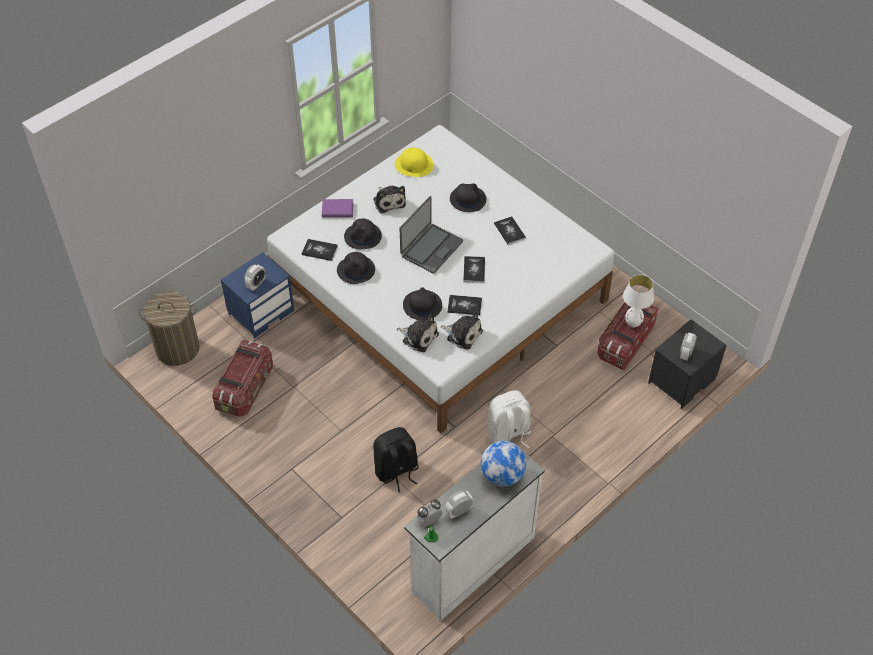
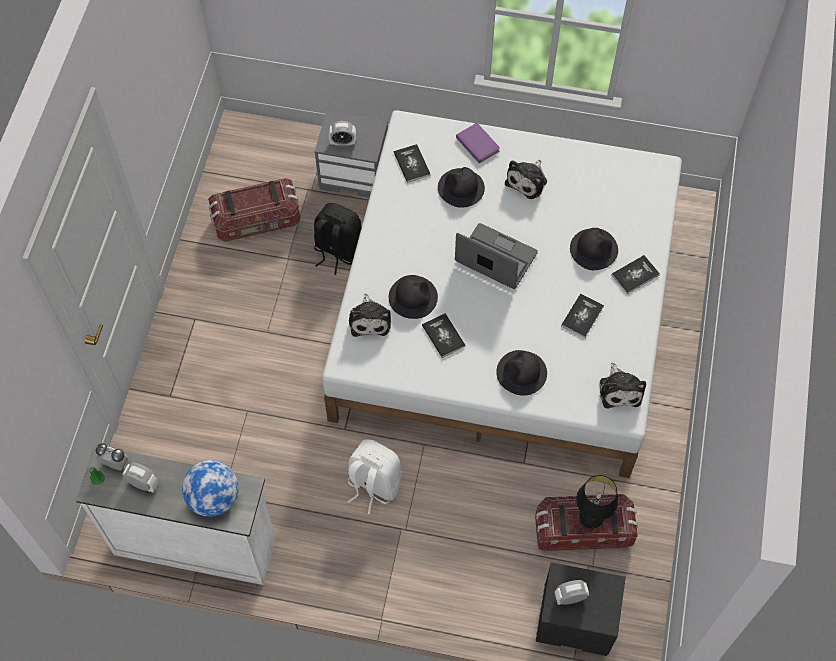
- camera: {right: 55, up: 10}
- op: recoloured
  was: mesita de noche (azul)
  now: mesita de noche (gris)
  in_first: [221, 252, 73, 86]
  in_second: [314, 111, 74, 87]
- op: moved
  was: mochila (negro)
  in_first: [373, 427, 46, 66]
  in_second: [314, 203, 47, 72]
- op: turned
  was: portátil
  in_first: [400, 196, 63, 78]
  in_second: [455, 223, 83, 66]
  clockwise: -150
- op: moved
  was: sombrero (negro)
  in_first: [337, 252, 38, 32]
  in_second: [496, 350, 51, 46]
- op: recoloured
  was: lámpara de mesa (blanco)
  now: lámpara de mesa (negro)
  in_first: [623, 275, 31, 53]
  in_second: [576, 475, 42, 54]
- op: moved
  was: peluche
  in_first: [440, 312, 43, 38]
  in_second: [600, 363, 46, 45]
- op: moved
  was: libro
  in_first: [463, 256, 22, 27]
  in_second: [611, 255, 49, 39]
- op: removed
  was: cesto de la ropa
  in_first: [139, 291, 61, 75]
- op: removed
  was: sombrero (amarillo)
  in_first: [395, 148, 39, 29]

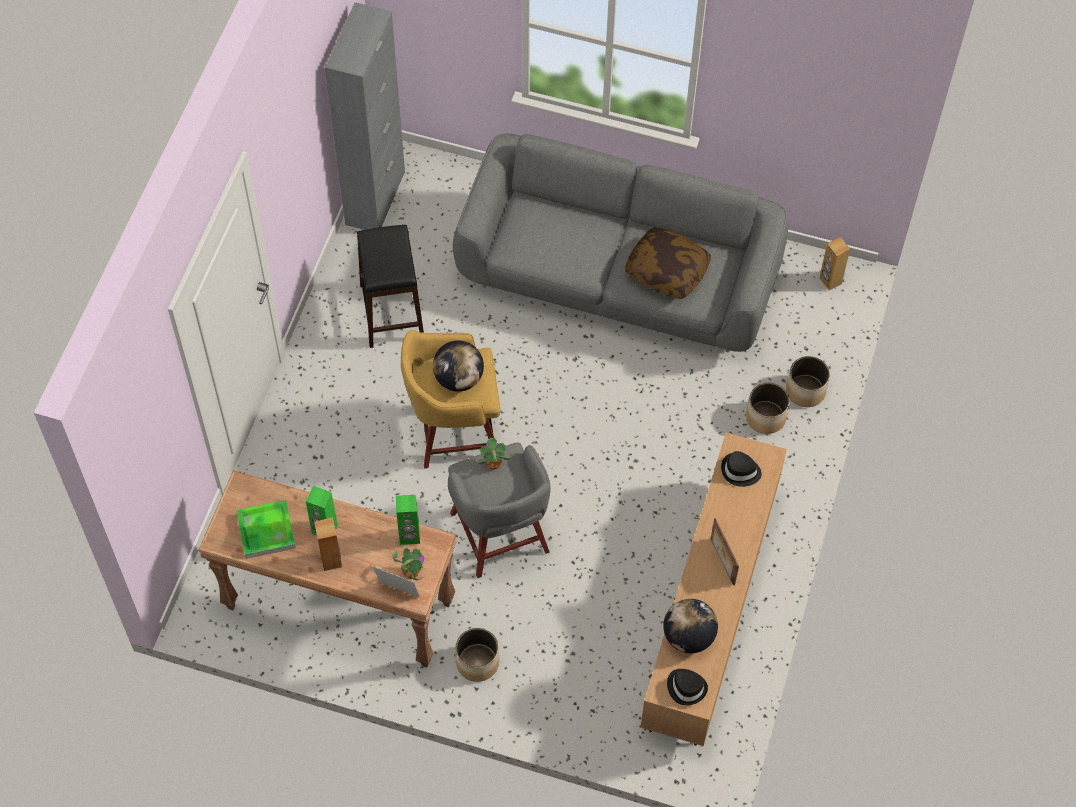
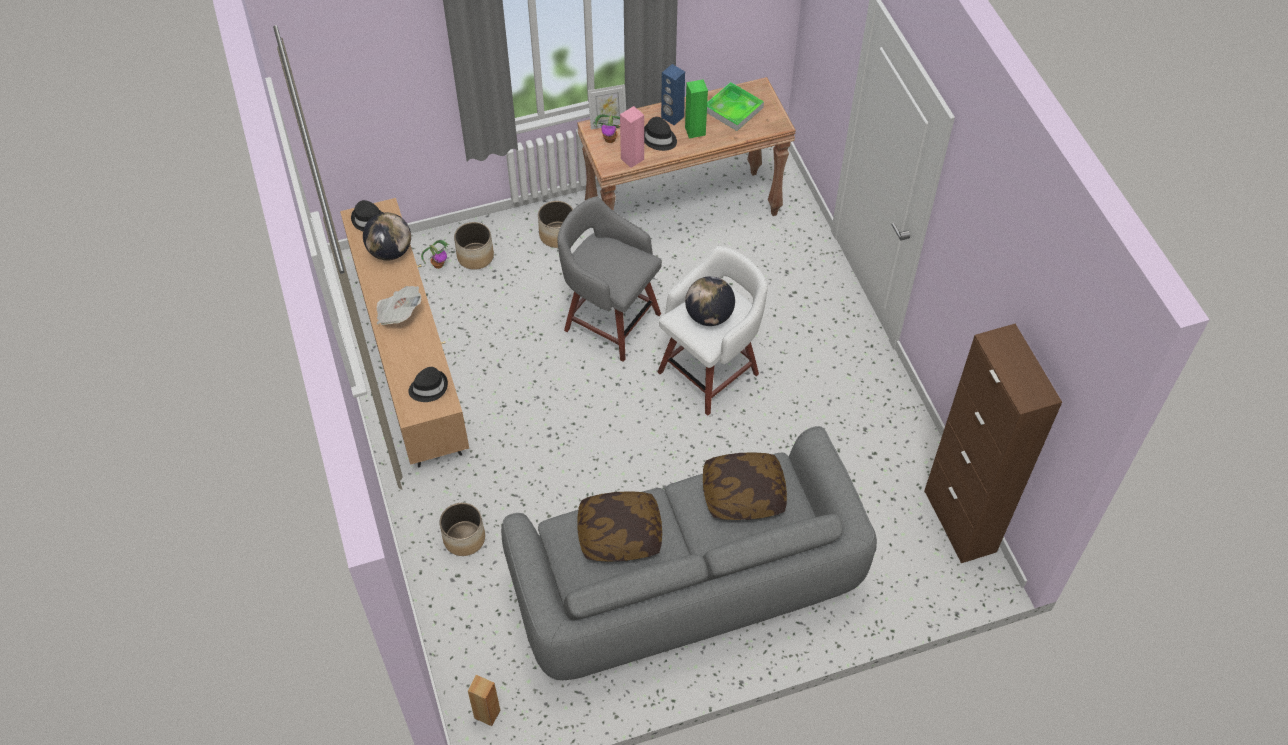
- camera: {right: 145, up: -5}
- op: replaced
  was: portarretratos
  now: periódico
  in_first: [711, 518, 28, 67]
  in_second: [377, 286, 45, 39]
- op: moved
  was: planta en maceta
  in_first: [473, 437, 40, 33]
  in_second: [421, 240, 29, 29]
- op: moved
  was: maceta
  in_first: [786, 356, 44, 51]
  in_second: [454, 222, 40, 48]
- op: recoloured
  was: altavoz (verde)
  now: altavoz (rosa)
  in_first: [396, 495, 24, 50]
  in_second: [620, 106, 24, 62]
- op: added
  now: sombrero (negro)
  in_second: [644, 117, 33, 34]
- op: recoloured
  was: taburete (amarillo)
  now: taburete (blanco)
  in_first: [401, 330, 99, 138]
  in_second: [658, 246, 110, 170]
- op: recoloured
  was: altavoz (marrón)
  now: altavoz (azul)
  in_first: [314, 517, 28, 54]
  in_second: [661, 64, 24, 61]
- op: added
  now: cojín
  in_second: [703, 452, 84, 68]
- op: recoloured
  was: armario (gris)
  now: armario (marrón)
  in_first: [325, 2, 80, 228]
  in_second: [924, 324, 138, 239]
- op: removed
  was: taburete (negro)
  in_first: [357, 225, 67, 123]

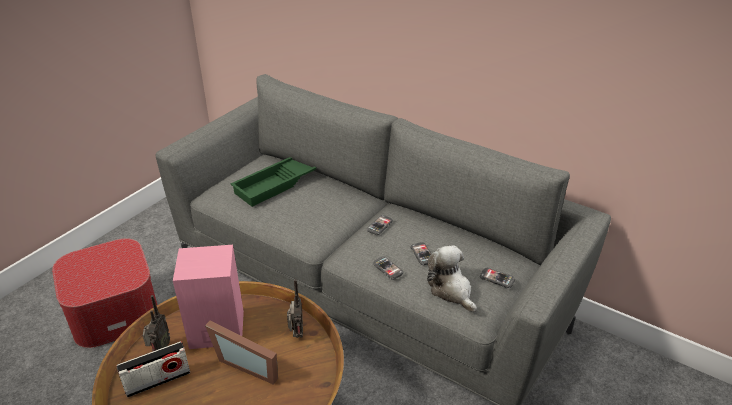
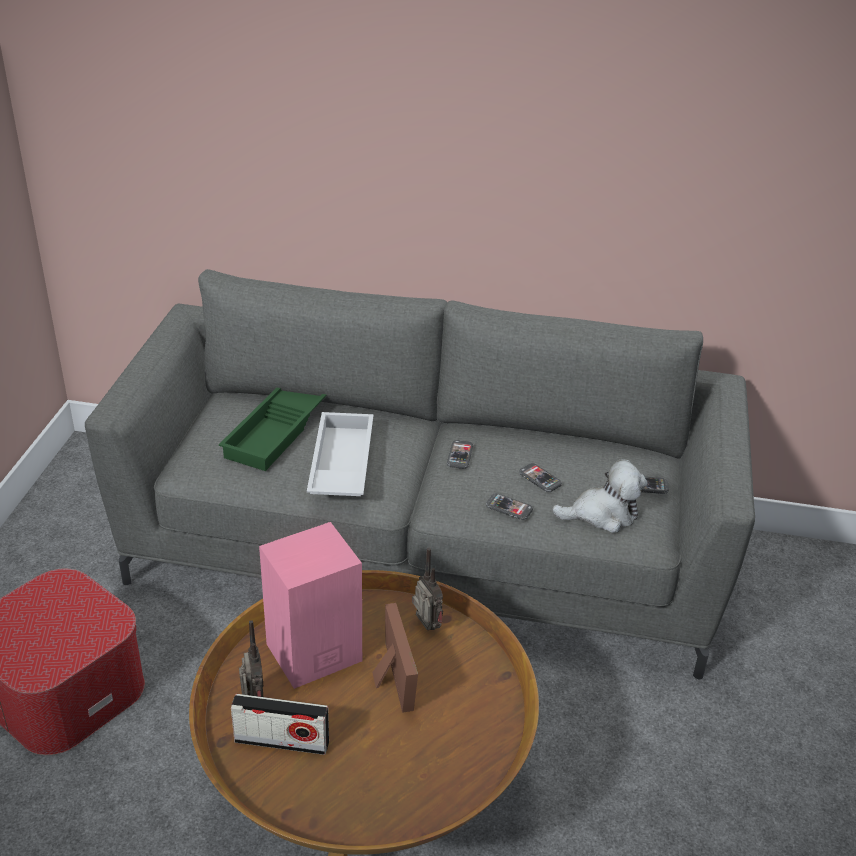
- camera: {right: -25, up: 0}
- op: turned
  was: radio
  in_first: [116, 341, 74, 57]
  in_second: [231, 694, 98, 61]
  clockwise: 60
- op: added
  now: bandeja (blanco)
  in_second: [307, 412, 67, 84]
- op: turned
  was: portarretratos
  in_first: [205, 320, 73, 65]
  in_second: [372, 603, 46, 110]
  clockwise: -105
- op: turned
  was: peluche
  in_first: [427, 245, 50, 67]
  in_second: [552, 459, 95, 74]
  clockwise: 135

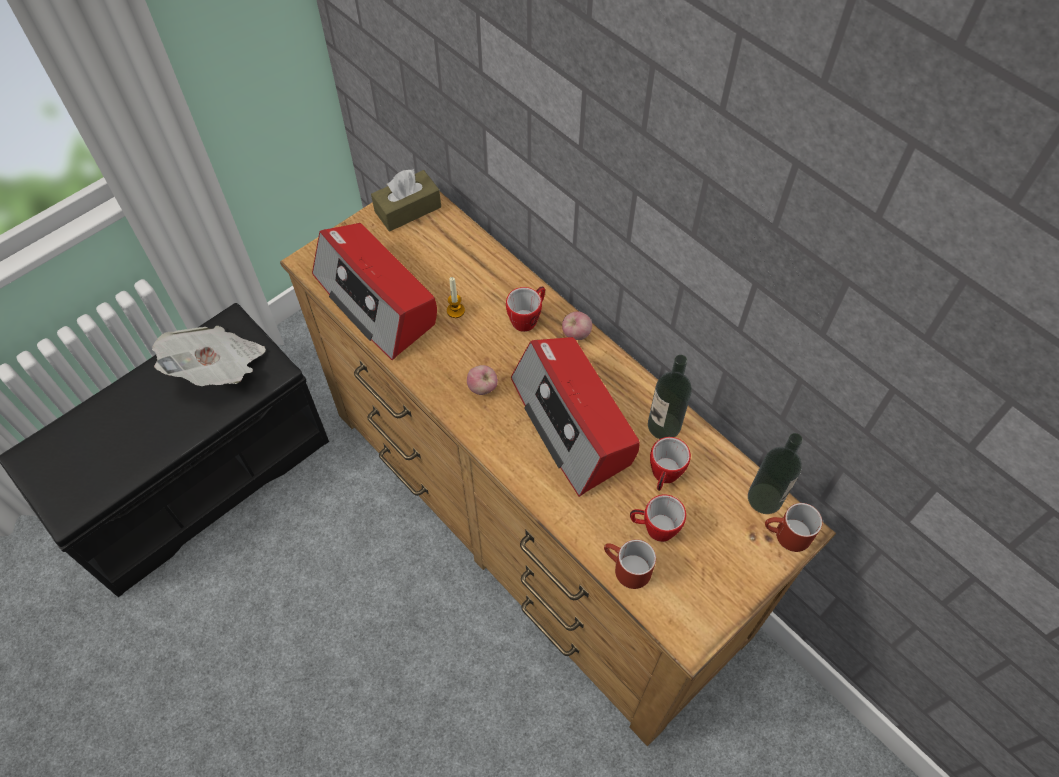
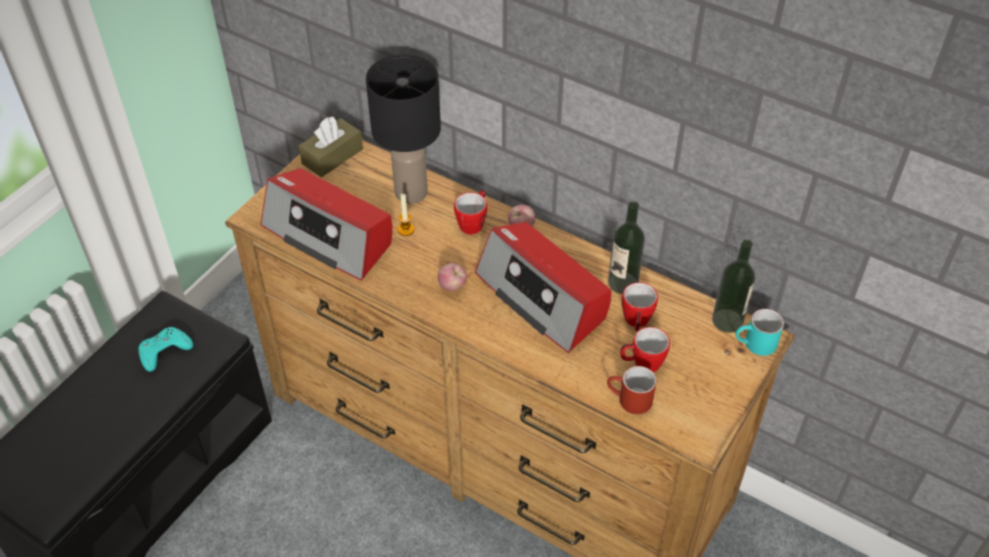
- camera: {right: -15, up: -10}
- op: replaced
  was: periódico
  now: mando de consola (turquesa)
  in_first: [152, 326, 114, 60]
  in_second: [138, 327, 55, 45]
- op: added
  now: lámpara de mesa (negro)
  in_second: [366, 54, 75, 150]
- op: recoloured
  was: taza grande (rojo)
  now: taza grande (turquesa)
  in_first: [765, 503, 57, 49]
  in_second: [735, 309, 49, 47]

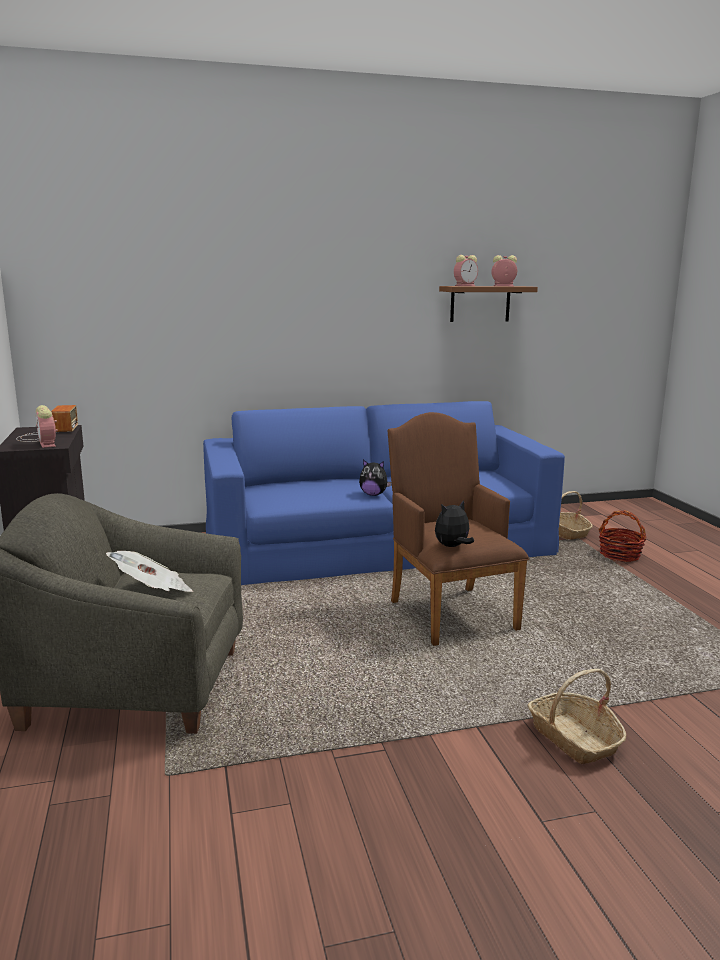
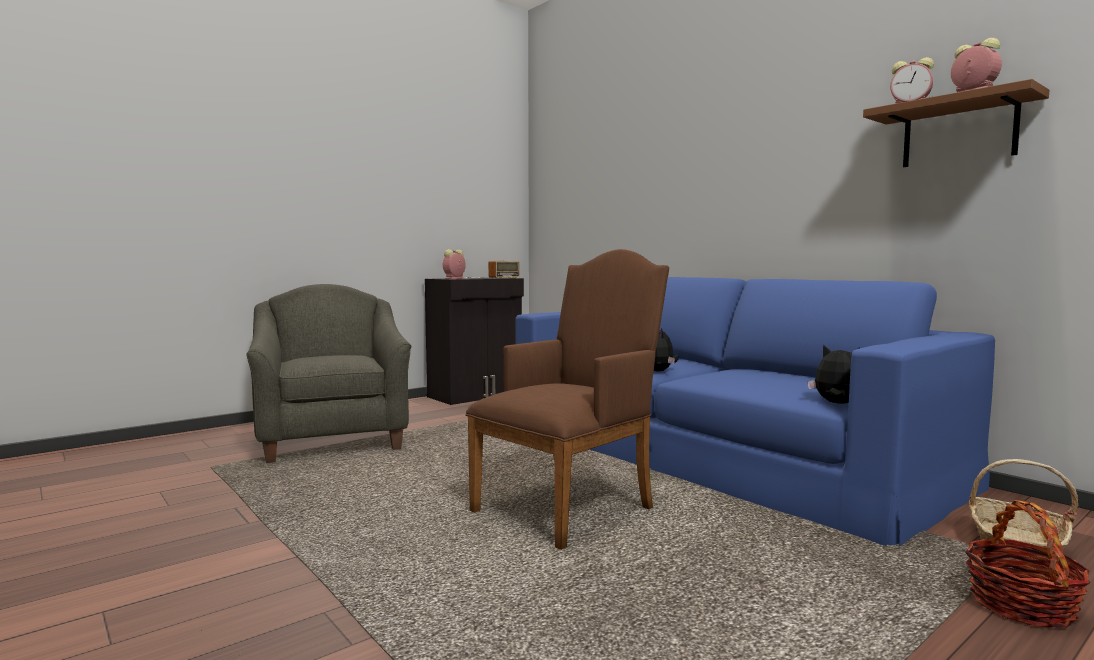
- camera: {right: 65, up: -10}
- op: moved
  was: peluche
  in_first: [435, 500, 39, 47]
  in_second: [807, 344, 53, 59]
- op: removed
  was: periódico
  in_first: [106, 551, 87, 41]
- op: removed
  was: cesta
  in_first: [527, 669, 99, 95]

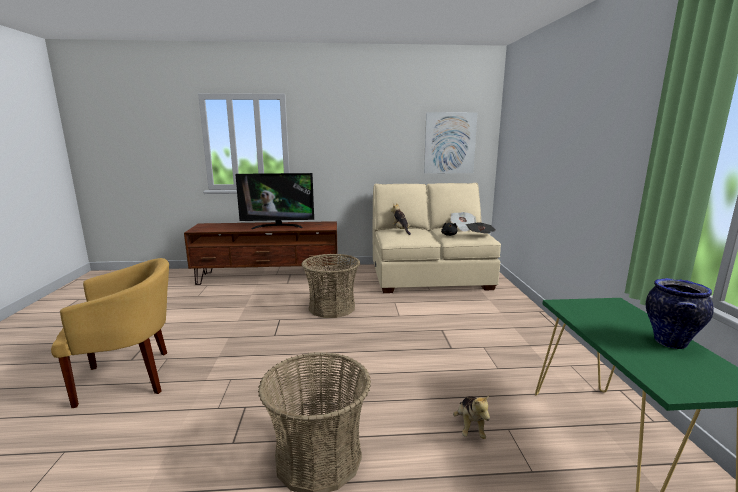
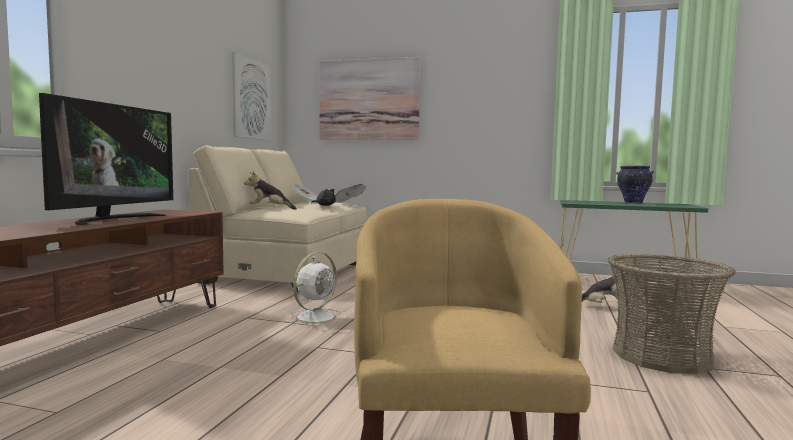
- camera: {right: -70, up: -10}
- op: replaced
  was: cesta
  now: ventilador (blanco)
  in_first: [302, 254, 58, 64]
  in_second: [285, 252, 60, 74]
- op: added
  now: cuadro
  in_second: [320, 57, 100, 83]

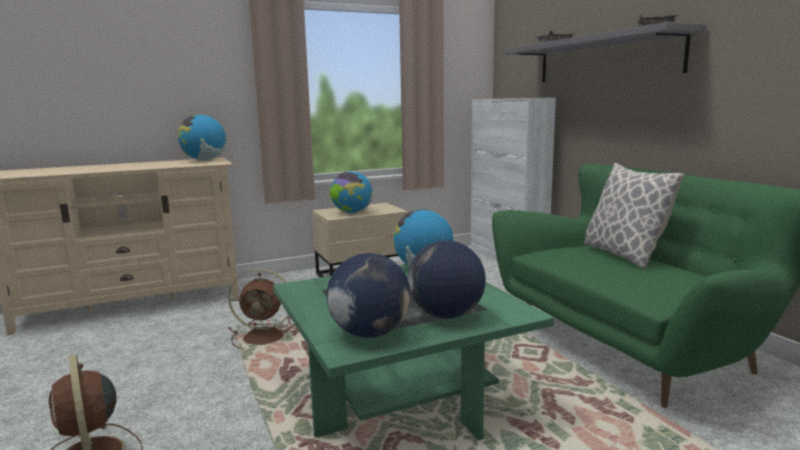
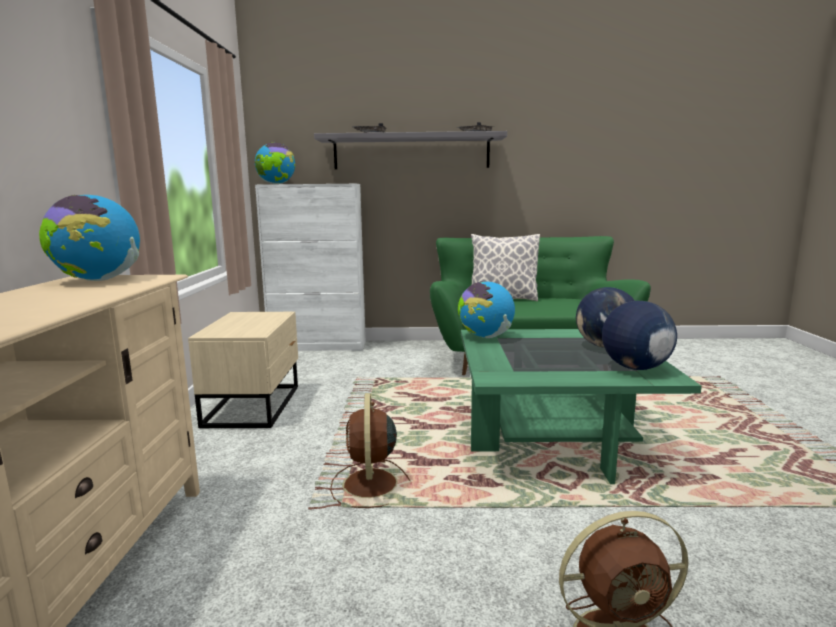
- camera: {right: -65, up: 0}
- op: moved
  was: globo terráqueo
  in_first: [329, 171, 43, 43]
  in_second: [255, 143, 40, 41]
- op: turned
  was: ventilador (marrón)
  in_first: [228, 269, 69, 80]
  in_second: [330, 393, 80, 115]
  clockwise: 150

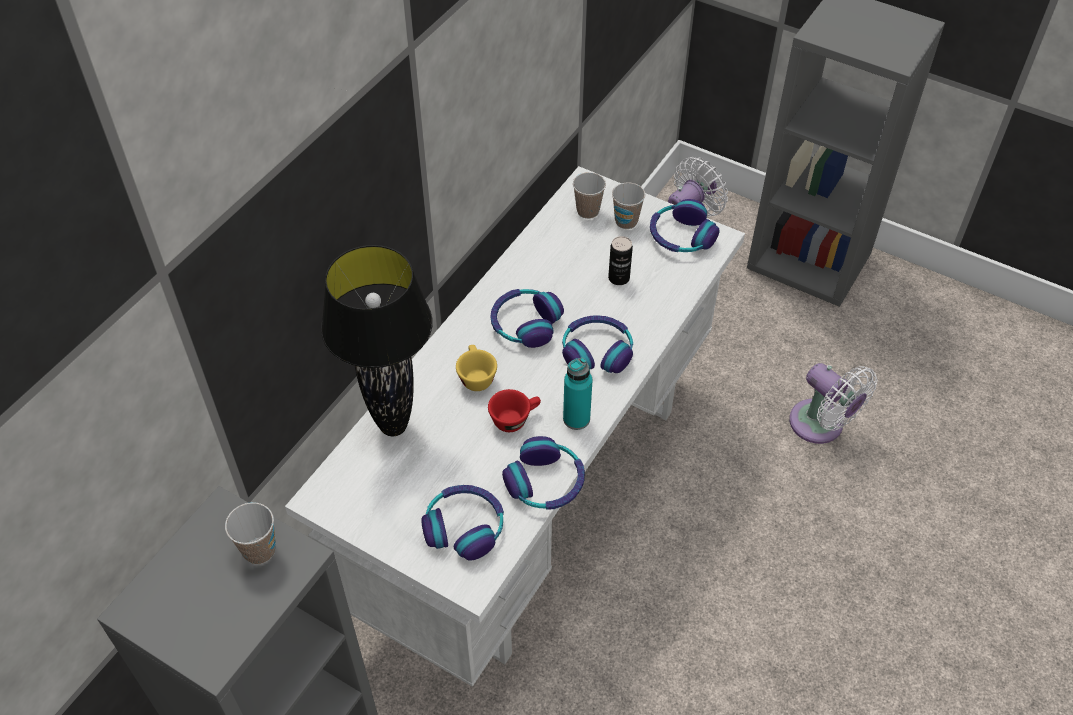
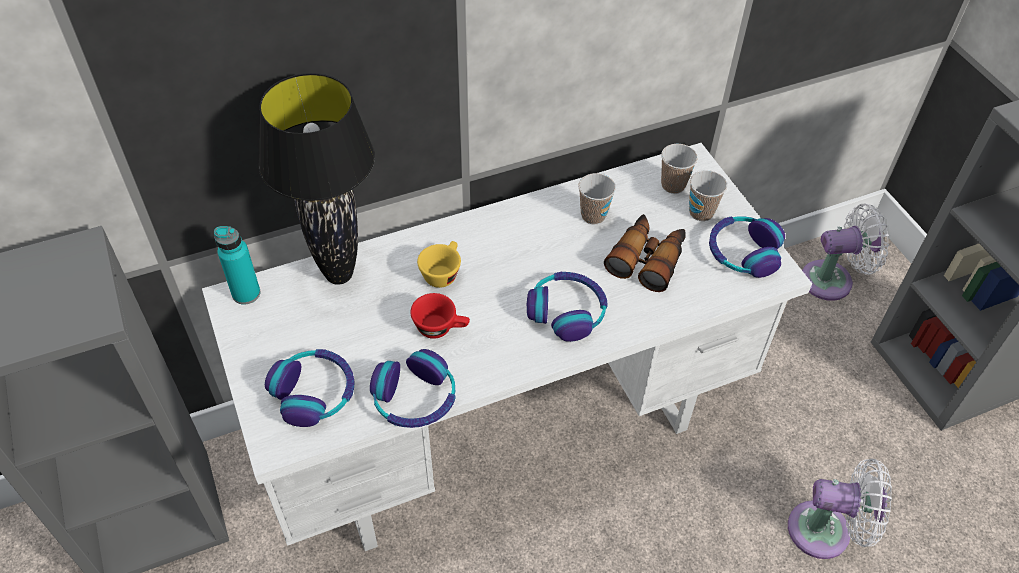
- camera: {right: 35, up: 0}
- op: moved
  was: botella (turquesa)
  in_first: [563, 357, 30, 73]
  in_second: [214, 226, 47, 79]
- op: moved
  was: taza
  in_first: [225, 502, 51, 62]
  in_second: [578, 173, 38, 52]
- op: replaced
  was: lata
  now: prismáticos
  in_first: [608, 236, 25, 49]
  in_second: [604, 214, 82, 78]
- op: turned
  was: ventilador (blanco)
  in_first: [789, 363, 88, 81]
  in_second: [788, 459, 104, 100]
  clockwise: -75
- op: removed
  was: auriculares
  in_first: [491, 289, 73, 59]

